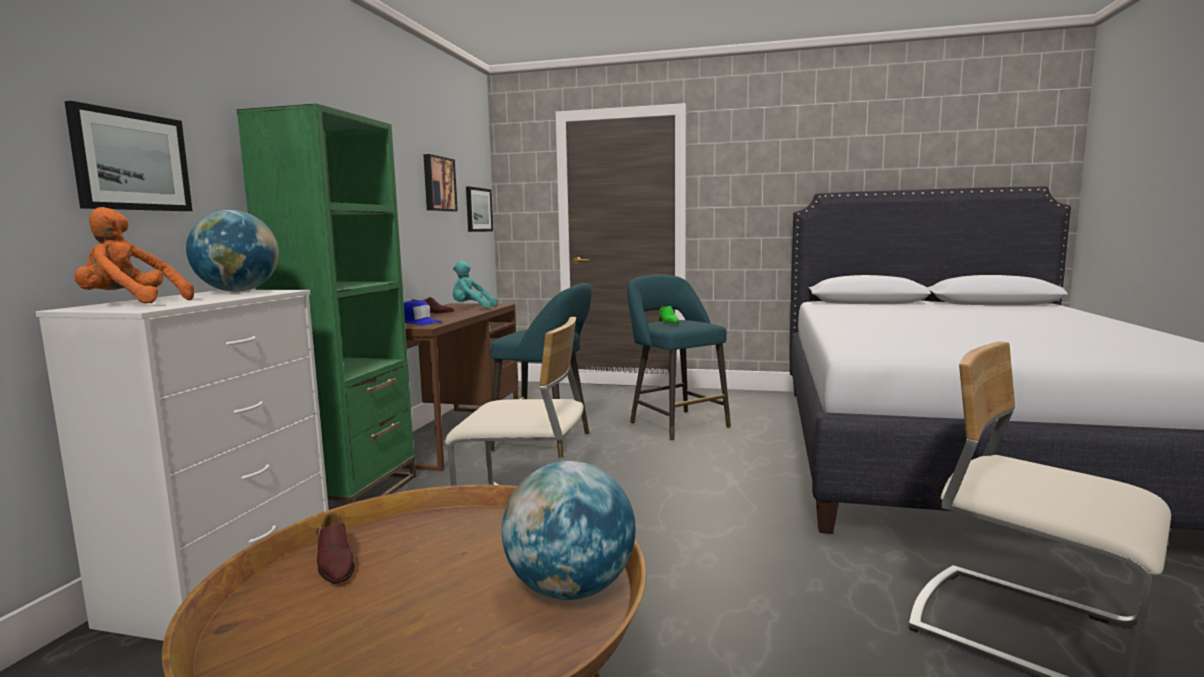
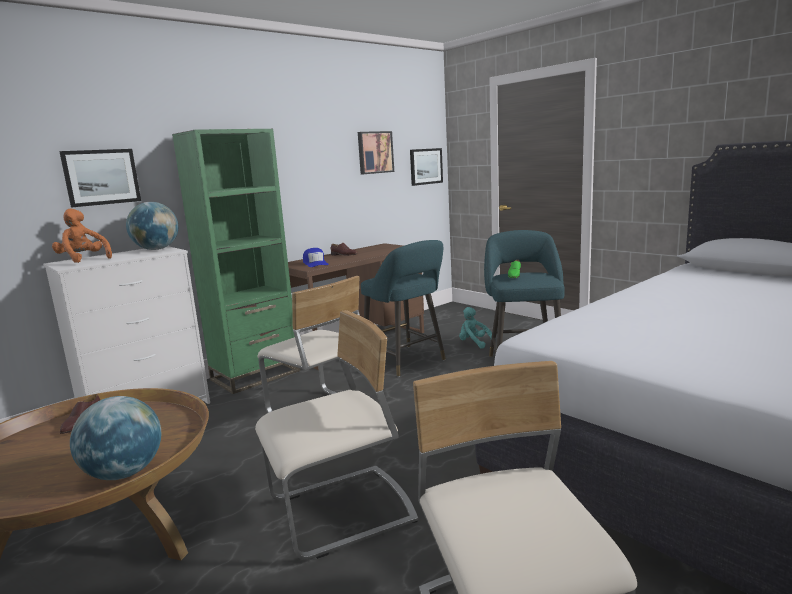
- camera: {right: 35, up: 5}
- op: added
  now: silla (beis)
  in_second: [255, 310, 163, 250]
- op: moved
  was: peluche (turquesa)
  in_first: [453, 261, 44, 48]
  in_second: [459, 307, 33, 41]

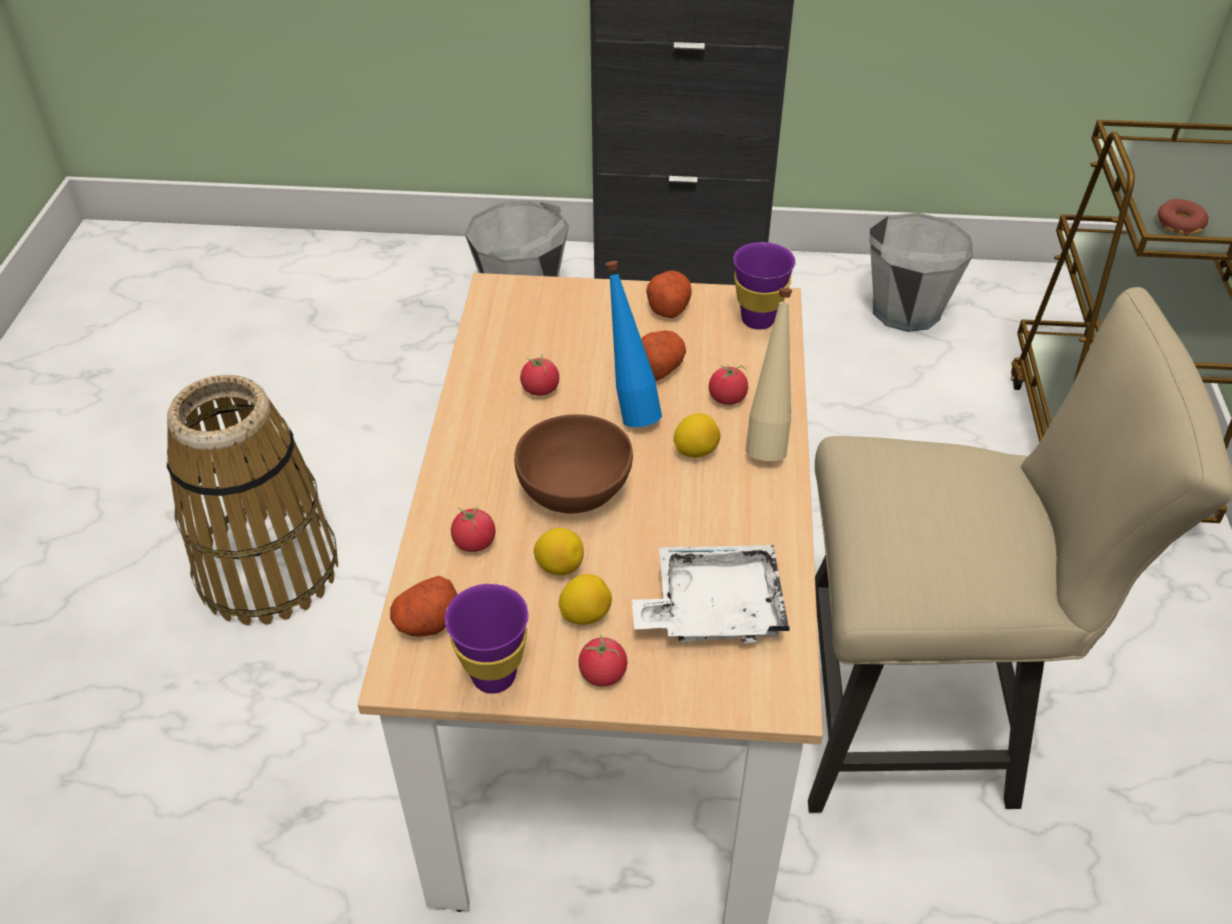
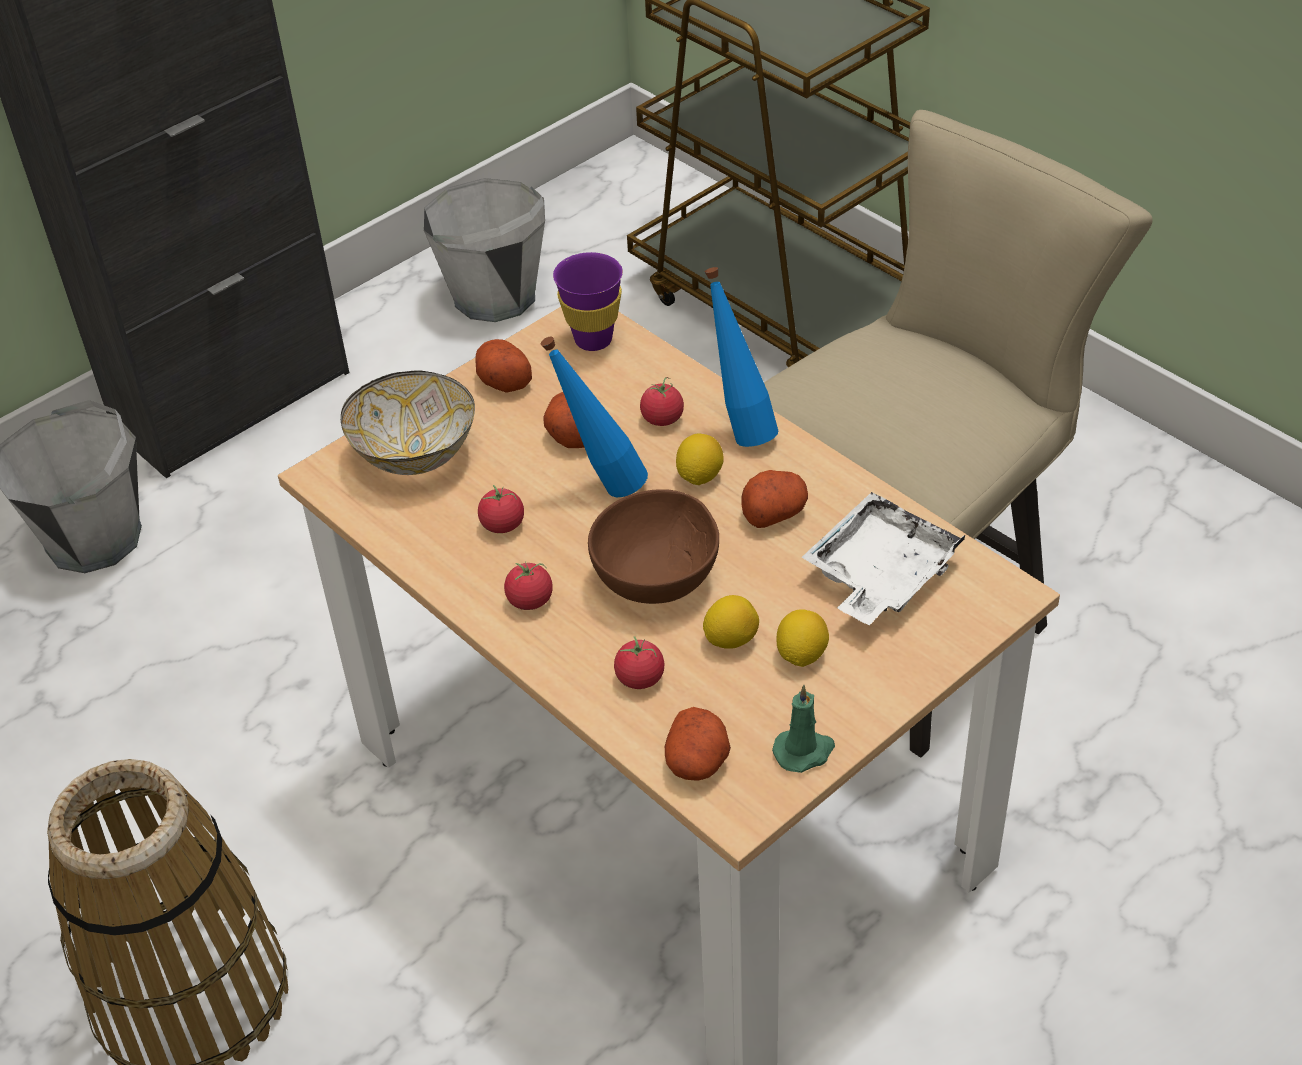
- camera: {right: -45, up: 0}
- op: added
  now: cuenco
  in_second: [341, 370, 134, 105]
- op: moved
  was: tomate
  in_first: [578, 635, 49, 51]
  in_second: [504, 562, 49, 48]
- op: recoloured
  was: botella (beis)
  now: botella (azul)
  in_first: [746, 288, 46, 173]
  in_second: [705, 267, 73, 180]
- op: added
  now: patata
  in_second: [742, 470, 66, 58]
- op: replaced
  was: taza (morado)
  now: vela (verde)
  in_first: [445, 584, 84, 109]
  in_second: [772, 685, 63, 88]
- op: removed
  was: rosquilla
  in_first: [1158, 199, 50, 37]

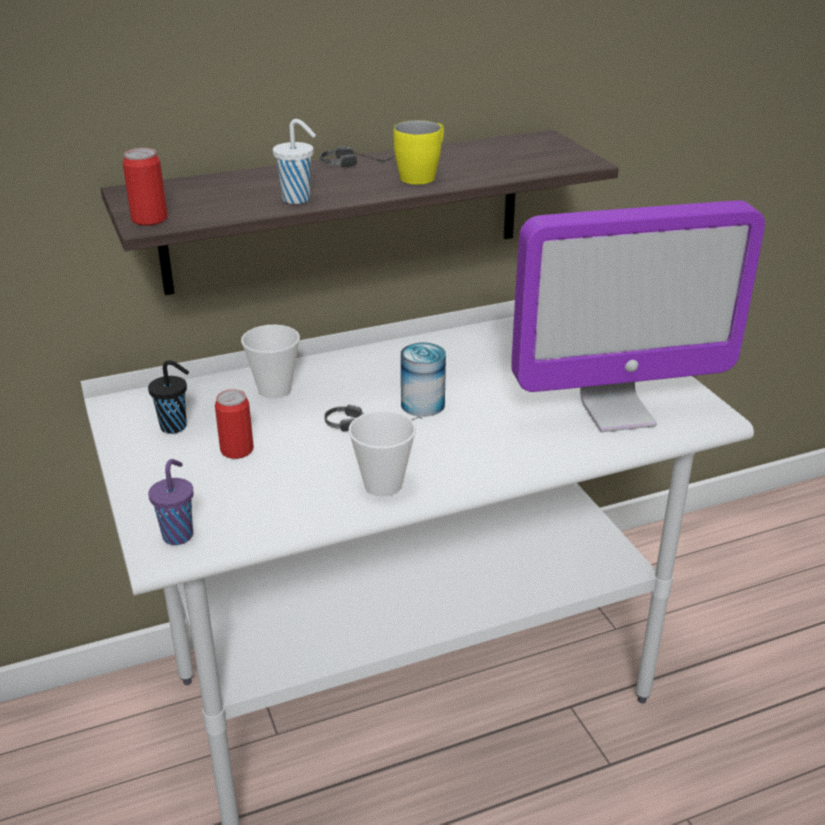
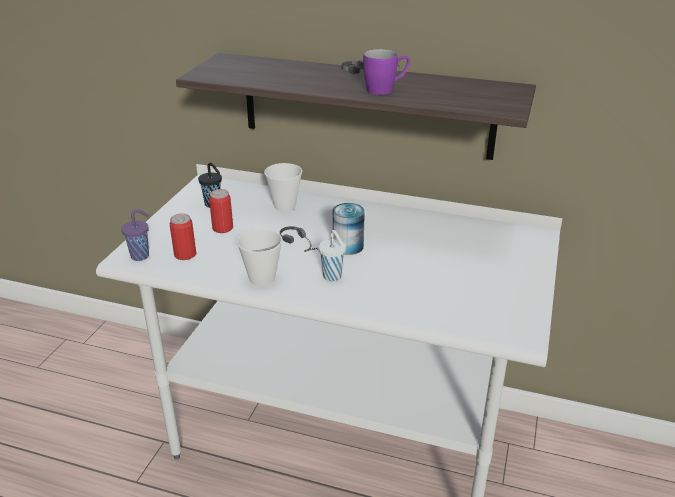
- camera: {right: 40, up: 0}
- op: moved
  was: lata
  in_first: [123, 148, 45, 78]
  in_second: [170, 214, 26, 46]
- op: moved
  was: taza (blanco)
  in_first: [273, 119, 43, 85]
  in_second: [318, 230, 28, 51]
- op: recoloured
  was: taza grande (amarillo)
  now: taza grande (morado)
  in_first: [393, 120, 51, 65]
  in_second: [363, 49, 47, 46]
- op: removed
  was: monitor
  in_first: [511, 200, 254, 232]

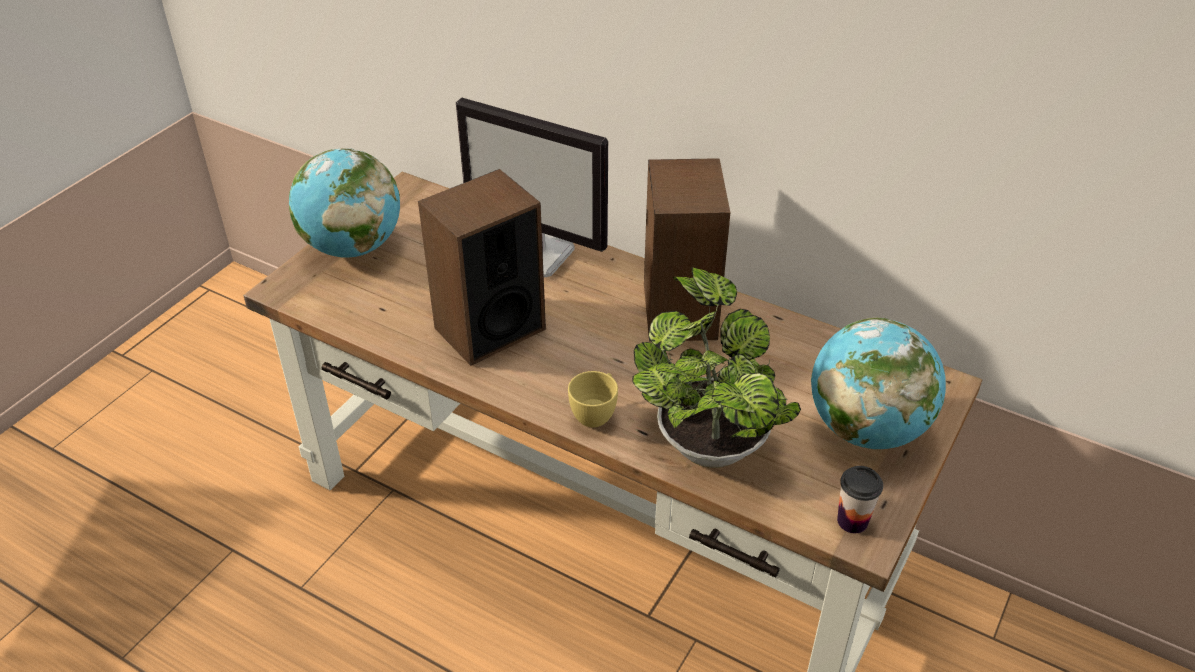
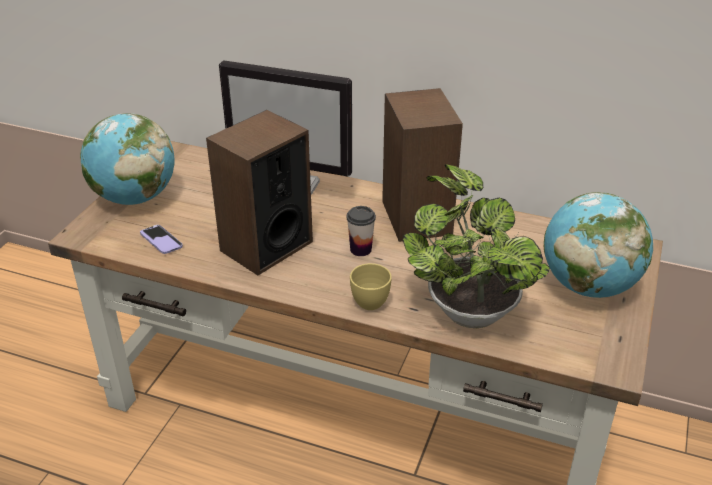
- camera: {right: -10, up: -5}
- op: added
  now: móvil
  in_second: [140, 225, 43, 29]
- op: moved
  was: taza
  in_first: [837, 466, 46, 67]
  in_second: [346, 206, 30, 50]

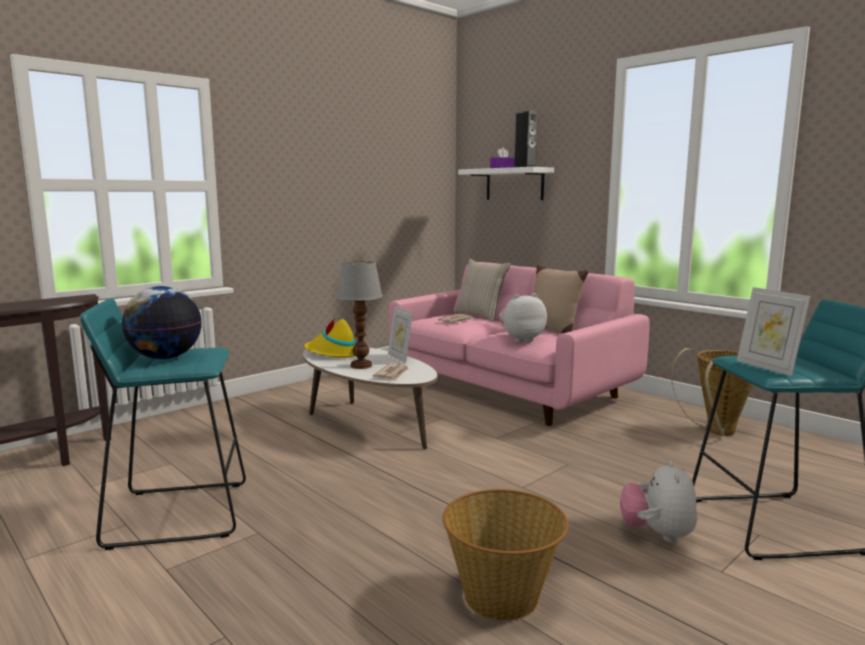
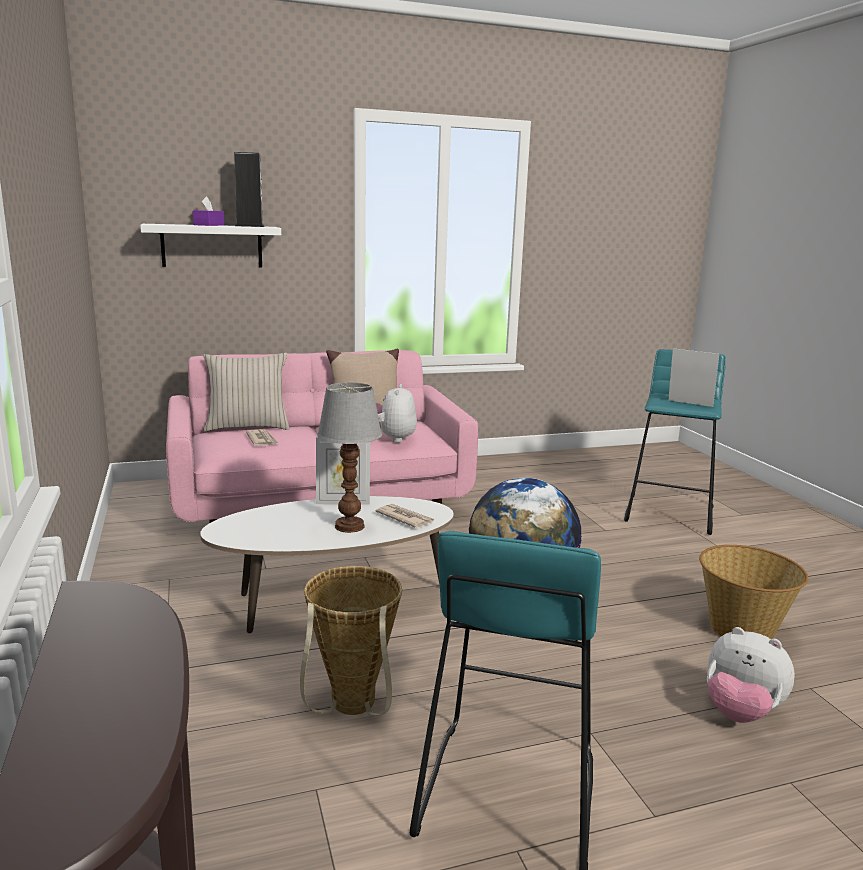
- camera: {right: -65, up: 5}
- op: moved
  was: cesta
  in_first: [671, 348, 82, 88]
  in_second: [300, 566, 102, 150]
- op: turned
  was: portarretratos
  in_first: [737, 287, 74, 89]
  in_second: [668, 348, 51, 59]
  clockwise: -150
- op: moved
  was: peluche
  in_first: [620, 461, 77, 82]
  in_second: [707, 627, 88, 96]
- op: removed
  was: sombrero (amarillo)
  in_first: [304, 318, 51, 40]

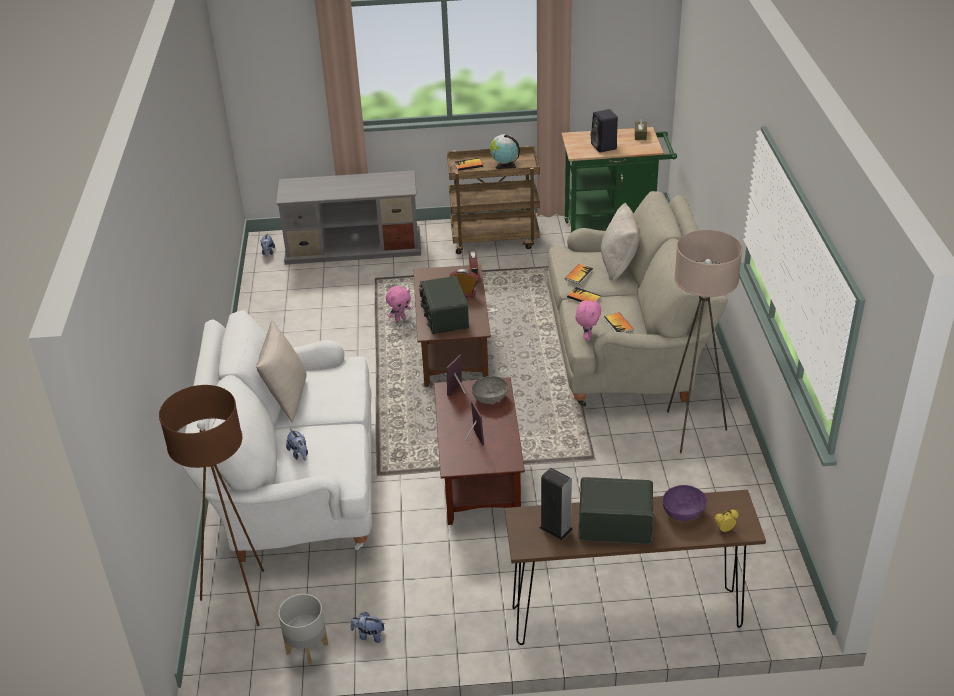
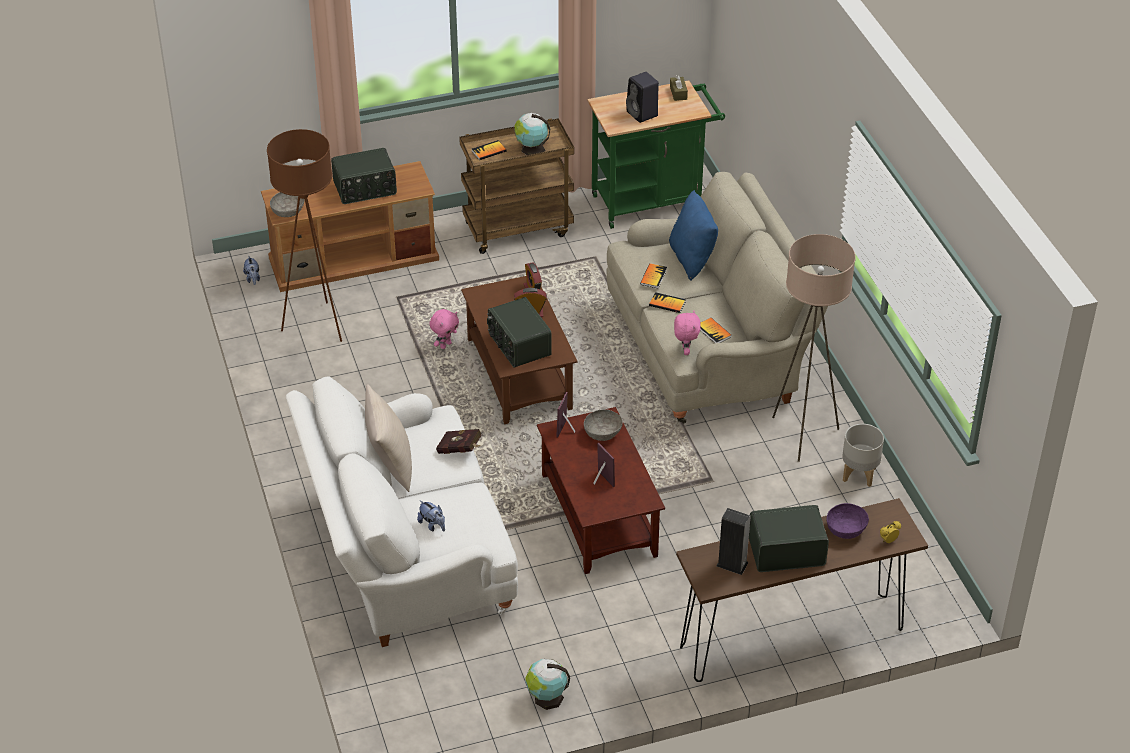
- camera: {right: -15, up: 5}
- op: recoloured
  was: mueble de televisión (gris)
  now: mueble de televisión (marrón)
  in_first: [276, 170, 145, 95]
  in_second: [261, 161, 178, 131]
- op: moved
  was: lámpara de pie (marrón)
  in_first: [159, 385, 105, 241]
  in_second: [267, 129, 75, 213]
- op: added
  now: cuenco (gris)
  in_second: [270, 192, 35, 25]
- op: added
  now: radio
  in_second: [331, 148, 66, 56]
- op: added
  now: libro (rojo)
  in_second: [436, 429, 46, 25]
- op: replaced
  was: peluche
  now: globo terráqueo
  in_first: [351, 612, 34, 31]
  in_second: [526, 659, 44, 51]
- op: recoloured
  was: cojín (beis)
  now: cojín (azul)
  in_first: [601, 203, 38, 79]
  in_second: [669, 190, 49, 90]
- op: moved
  was: maceta (gris)
  in_first: [278, 594, 50, 71]
  in_second: [842, 424, 42, 63]

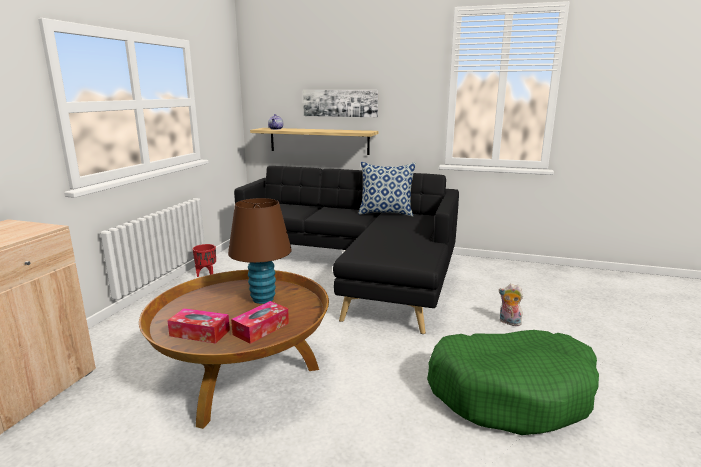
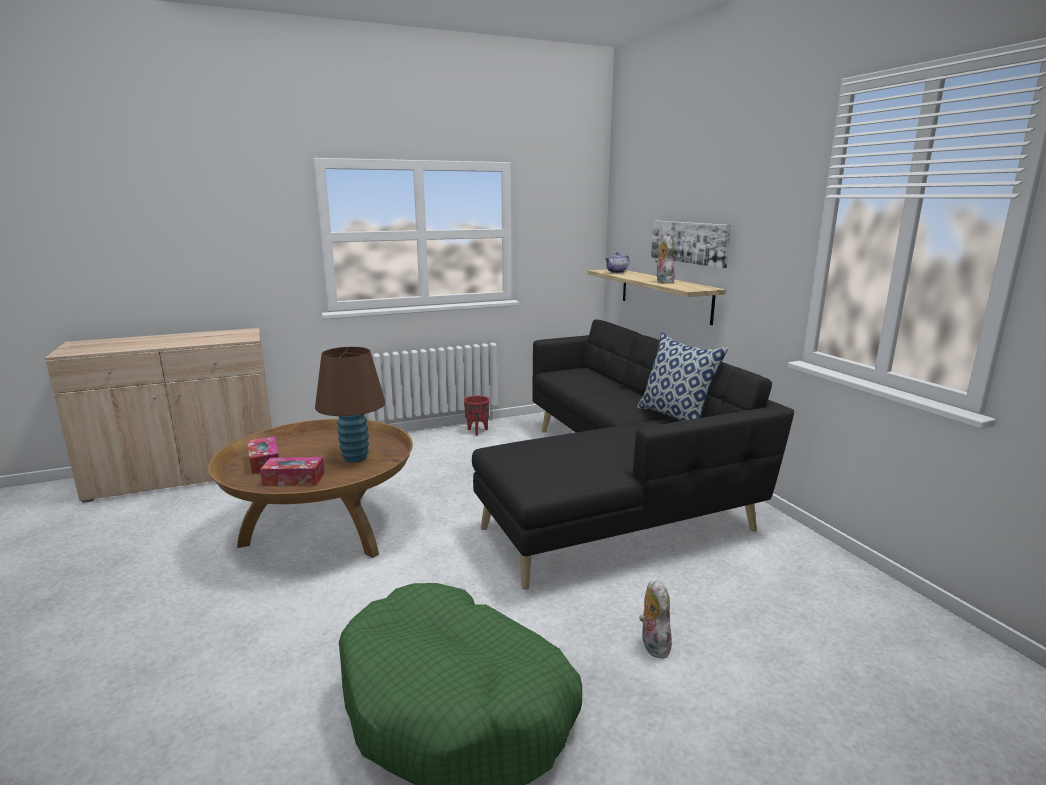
- camera: {right: 50, up: 0}
- op: added
  now: peluche
  in_second: [655, 236, 20, 48]

